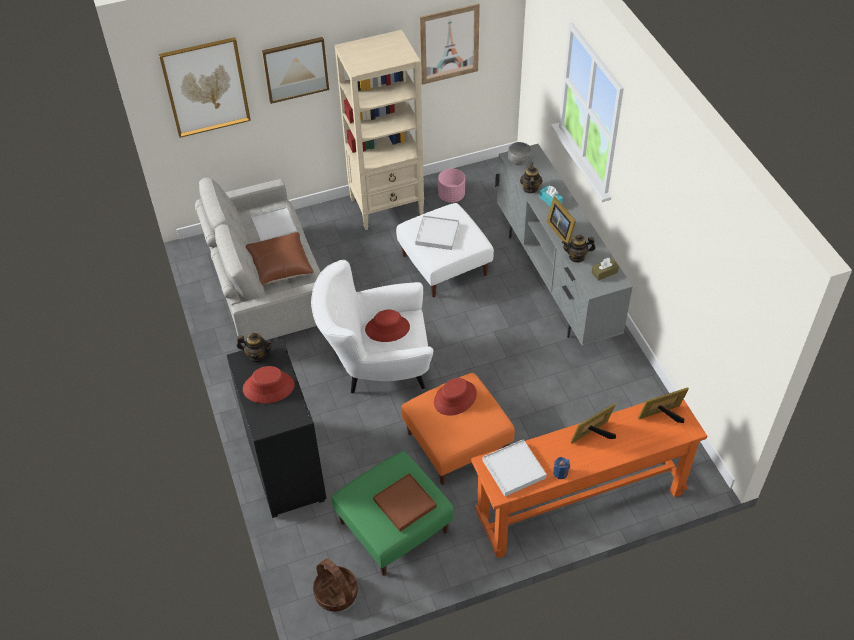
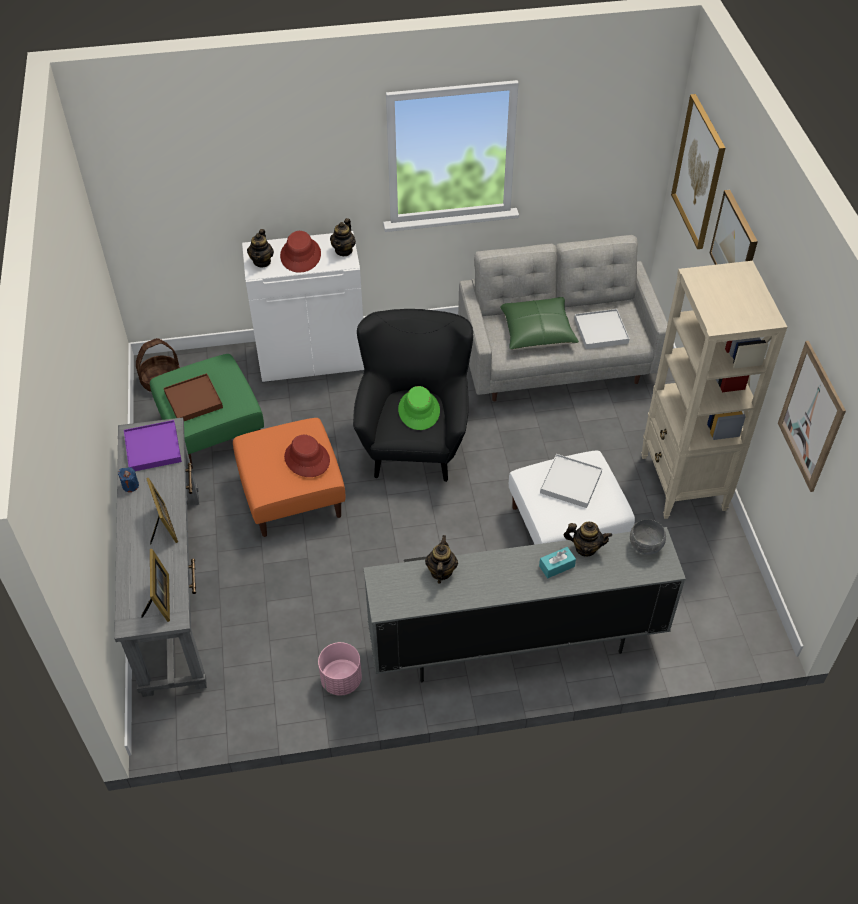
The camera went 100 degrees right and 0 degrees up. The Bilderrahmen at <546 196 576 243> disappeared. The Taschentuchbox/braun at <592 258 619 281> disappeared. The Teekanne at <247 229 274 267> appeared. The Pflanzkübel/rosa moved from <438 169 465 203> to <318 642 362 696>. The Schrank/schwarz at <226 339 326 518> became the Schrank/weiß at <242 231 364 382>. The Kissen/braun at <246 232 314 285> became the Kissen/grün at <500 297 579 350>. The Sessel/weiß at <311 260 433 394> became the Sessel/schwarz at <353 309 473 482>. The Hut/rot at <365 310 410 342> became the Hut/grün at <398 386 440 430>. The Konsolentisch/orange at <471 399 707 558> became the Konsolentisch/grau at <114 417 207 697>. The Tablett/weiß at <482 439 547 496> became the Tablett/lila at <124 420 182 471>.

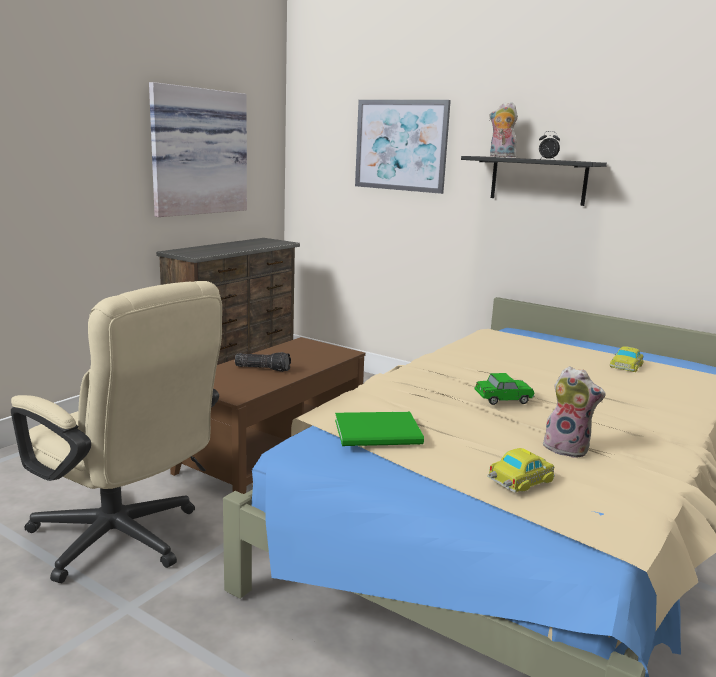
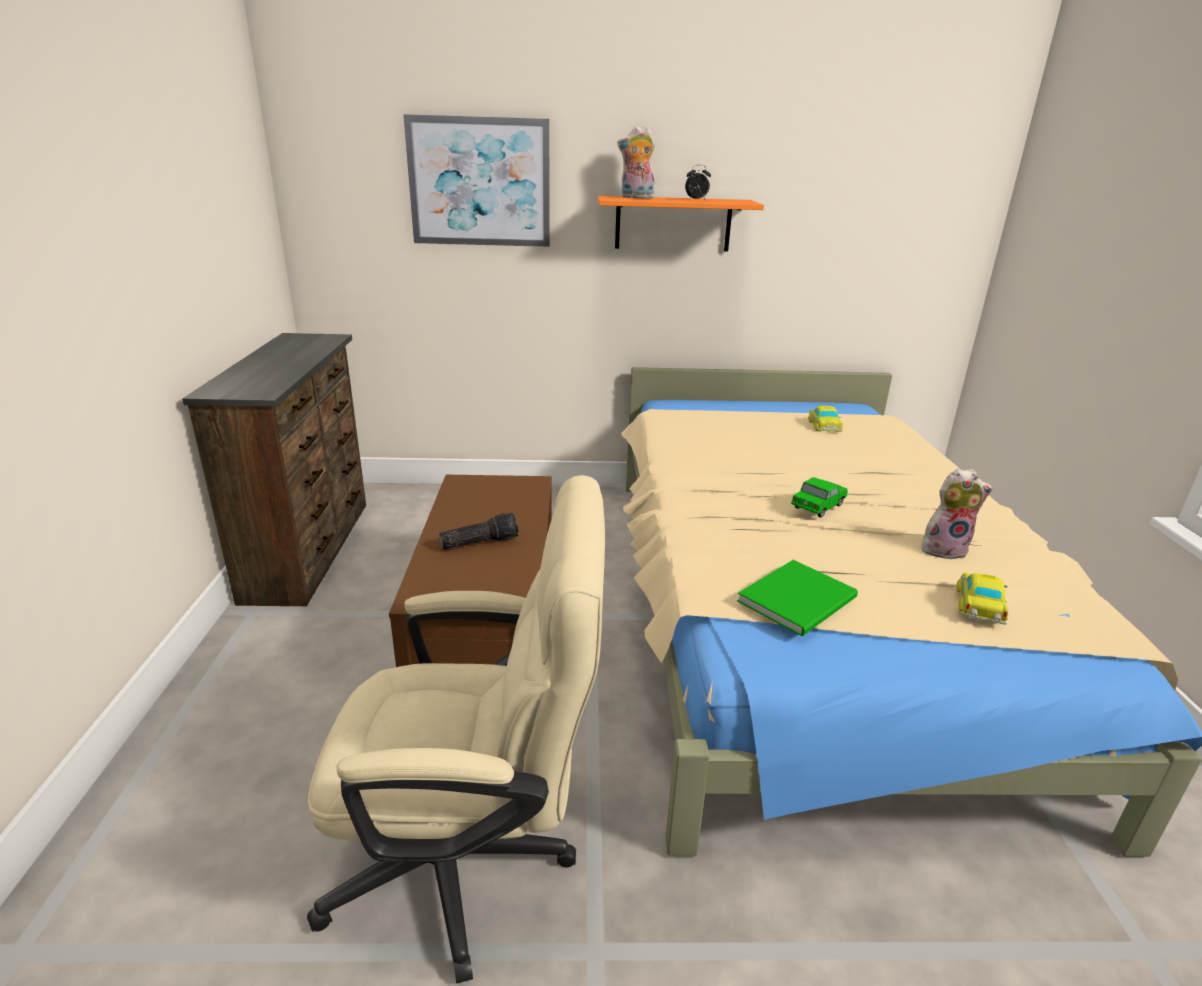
The camera went 35 degrees left and 10 degrees up. The Bild at <149 82 247 217> disappeared. The Wandregal/schwarz at <461 156 607 206> became the Wandregal/orange at <598 196 764 251>.

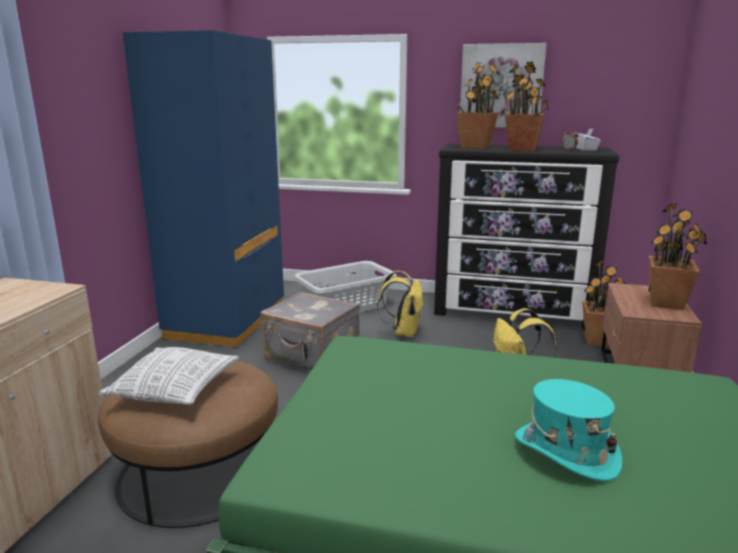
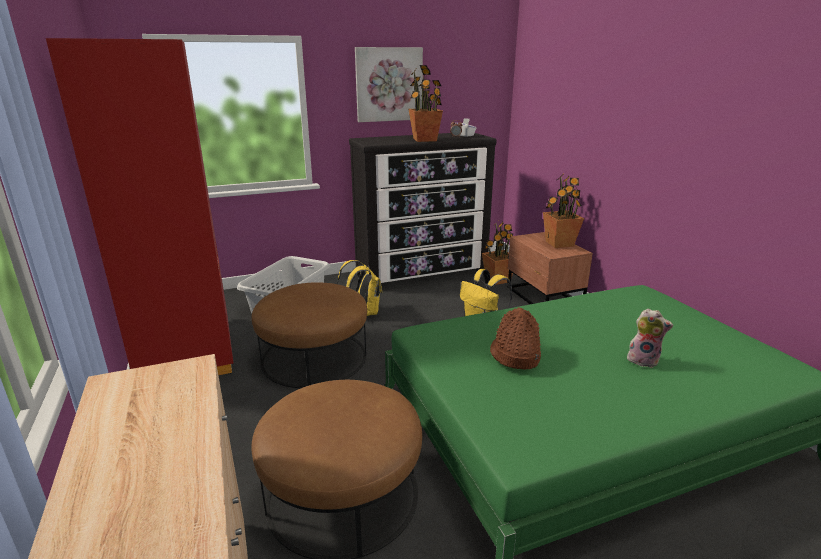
The camera went 35 degrees left and 5 degrees up. The Kissen at <98 347 239 405> disappeared. The Topfpflanze at <456 62 499 149> disappeared. The Hut/braun at <490 307 541 369> appeared. The Koffer/grau at <260 292 360 371> was replaced by the Polsterhocker/braun at <251 282 367 388>. The Hut/türkis at <515 379 623 481> was replaced by the Plüschtier at <627 309 673 367>. The Kleiderschrank/blau at <123 30 284 348> became the Kleiderschrank/rot at <46 38 233 375>.

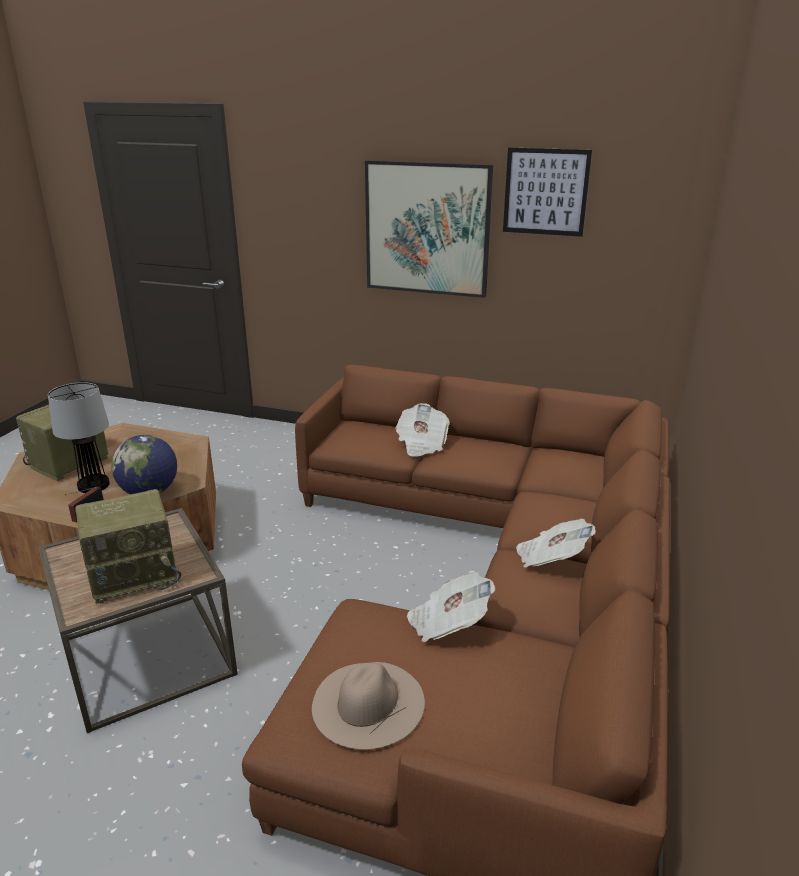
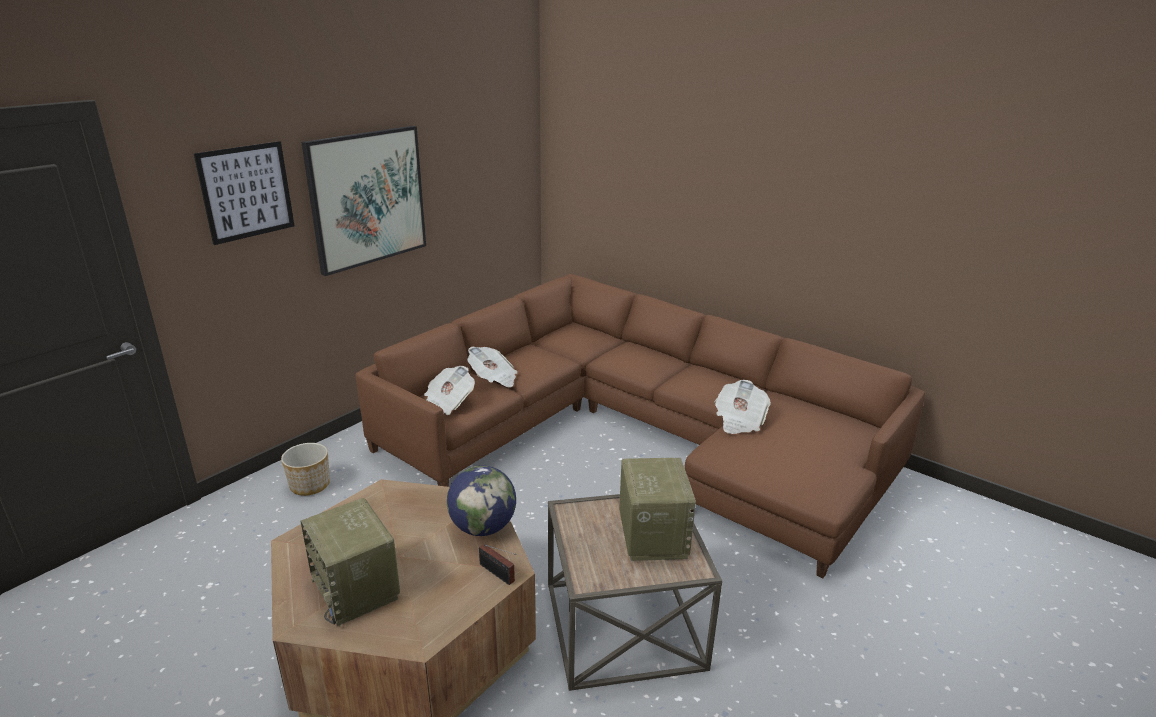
The camera went 70 degrees left and 0 degrees up. The Tischlampe at <48 382 110 493> disappeared. The Hut/beige at <312 662 425 750> disappeared. The Pflanzkübel at <281 443 330 496> appeared. The Bild moved from <503 147 592 237> to <194 141 295 245>. The Zeitung moved from <516 519 596 567> to <424 366 475 415>.

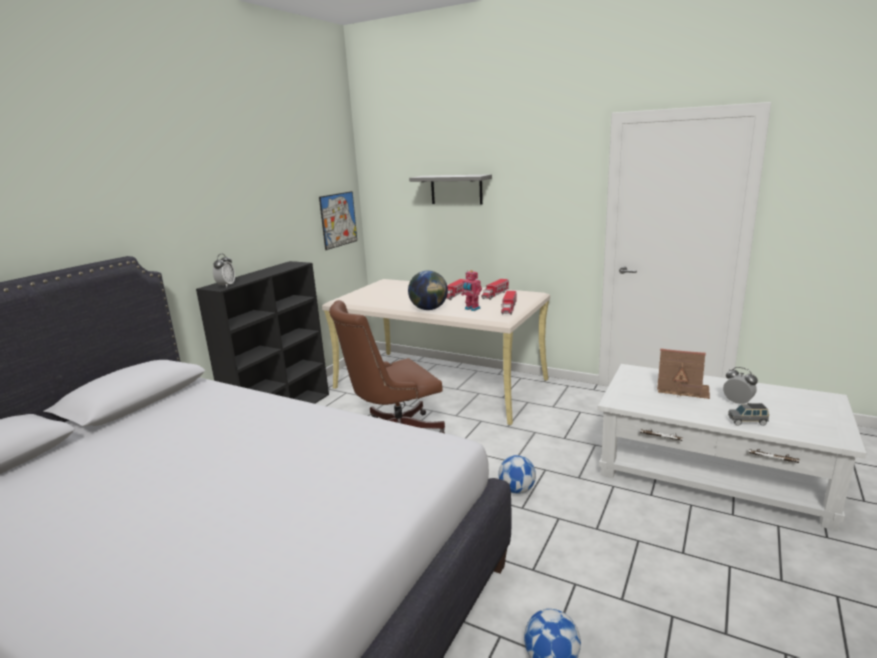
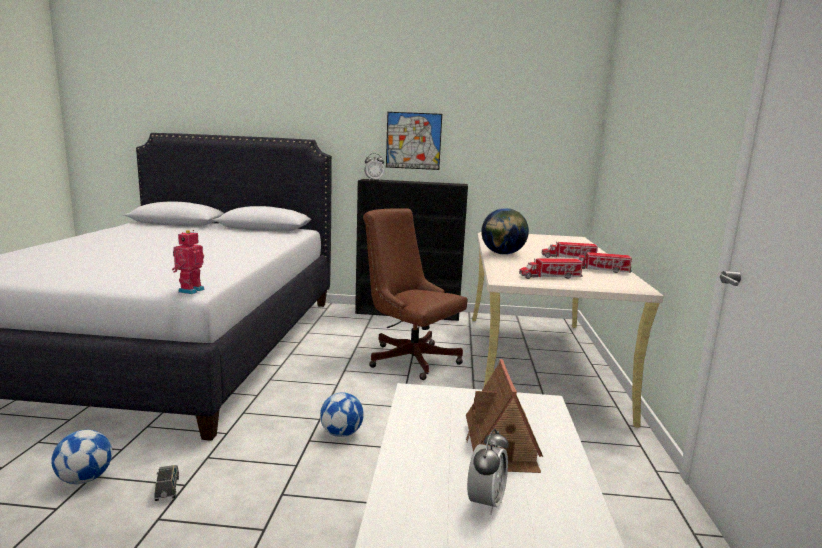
The camera went 65 degrees right and 5 degrees down. The Wandregal/grau at <409 174 492 204> disappeared. The Bild moved from <319 191 357 250> to <386 112 442 170>. The Spielzeugroboter moved from <461 270 482 311> to <172 230 205 294>. The Spielzeugauto/grau moved from <728 403 769 426> to <155 465 179 501>.

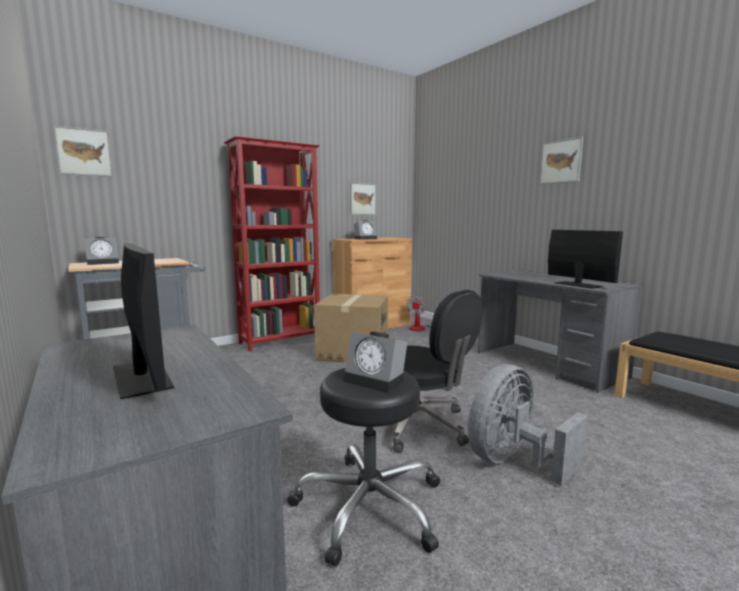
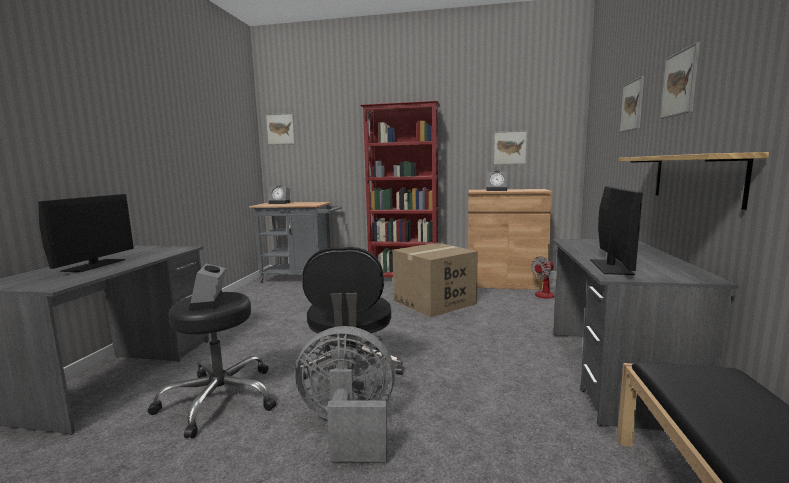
The camera went 45 degrees right and 0 degrees up. The Wandregal at <618 152 769 210> appeared. The Bild at <620 76 644 132> appeared.

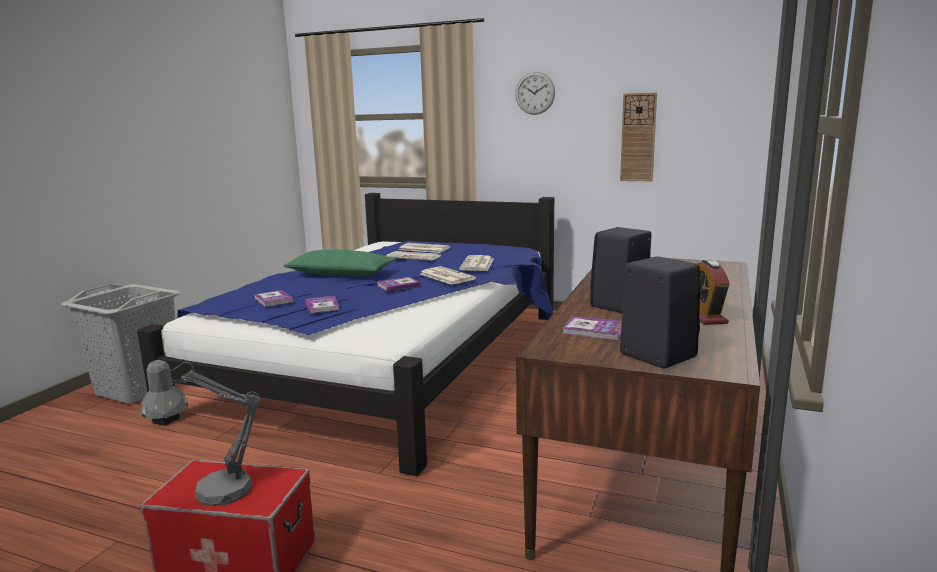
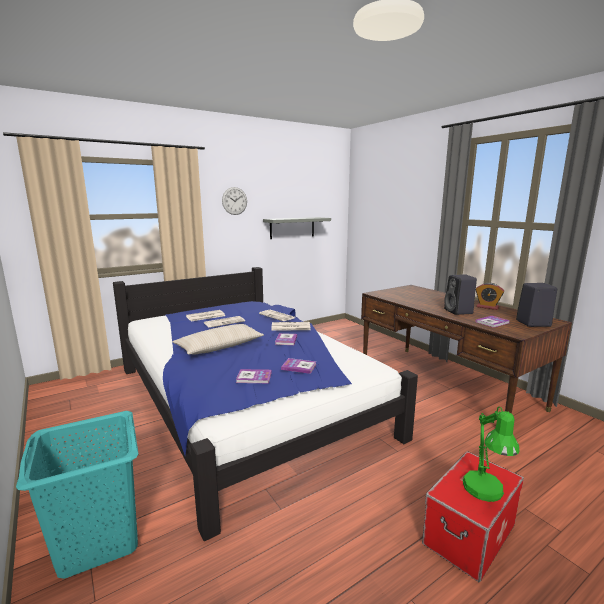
The camera went 55 degrees left and 0 degrees up. The Wanduhr at <620 93 657 181> was replaced by the Wandregal/grau at <263 217 331 239>. The Wäschekorb/grau at <61 284 181 404> became the Wäschekorb/türkis at <16 411 139 579>. The Tischlampe/grau at <140 360 260 506> became the Tischlampe/grün at <463 407 519 502>. The Kissen/grün at <283 250 396 276> became the Kissen/beige at <172 324 264 355>.

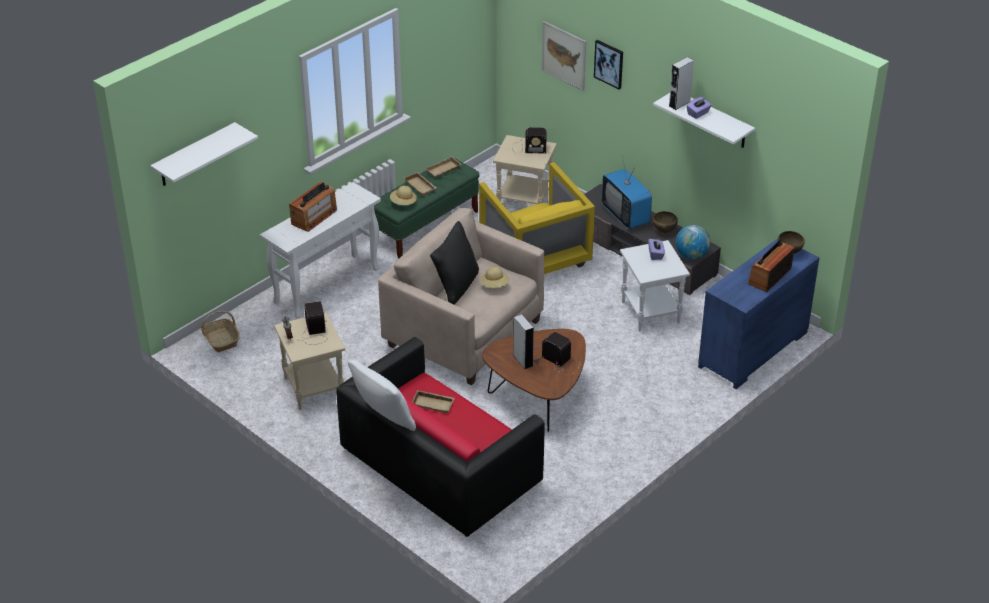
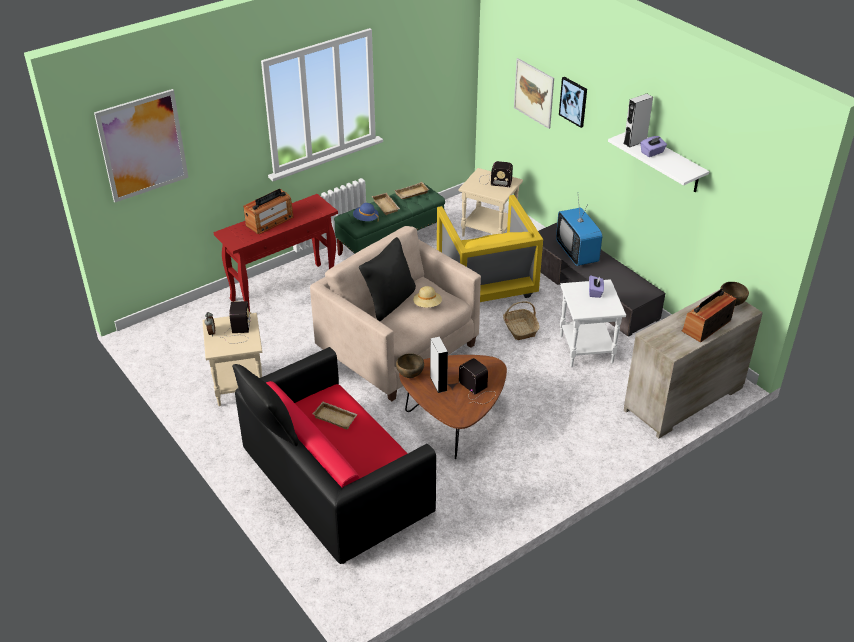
The camera went 10 degrees right and 0 degrees up. The Globus at <676 225 711 260> disappeared. The Korb moved from <201 311 240 352> to <503 301 539 340>. The Schüssel/braun moved from <653 211 678 233> to <396 353 424 378>. The Wandregal/weiß at <150 122 258 186> was replaced by the Bild at <94 89 188 202>. The Konsolentisch/weiß at <260 182 381 319> became the Konsolentisch/rot at <214 194 338 312>. The Kissen/weiß at <347 360 416 431> became the Kissen/schwarz at <232 364 298 446>. The Hut/beige at <390 186 417 205> became the Hut/blau at <353 203 379 221>. The Kommode/blau at <698 238 819 389> became the Kommode/beige at <624 289 763 438>.

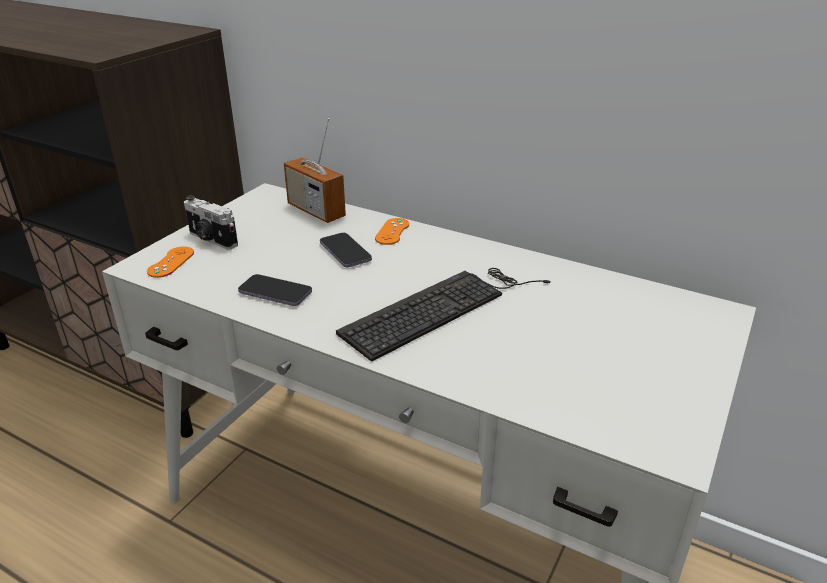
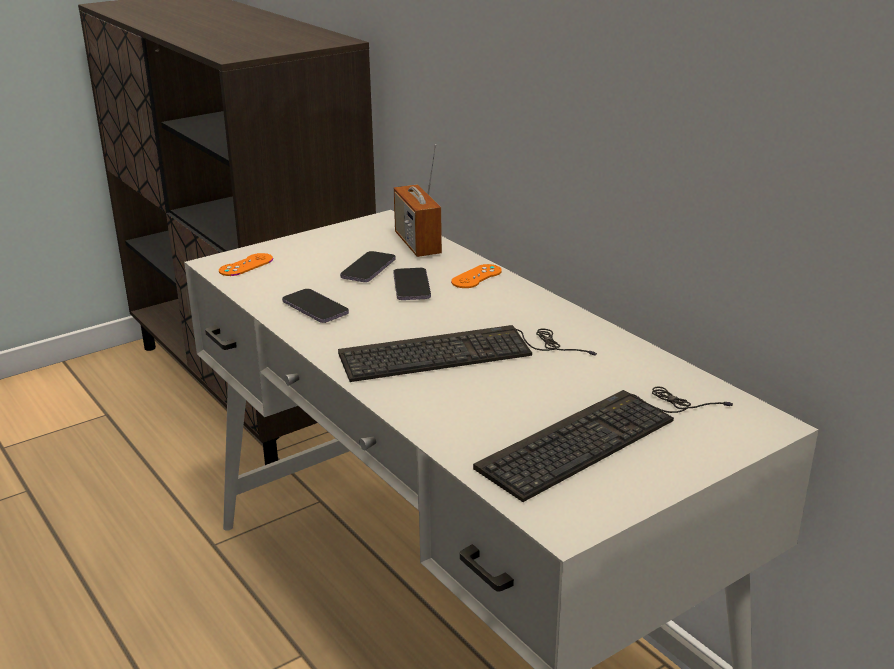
The camera went 25 degrees right and 5 degrees down. The Kamera at <184 196 238 250> disappeared. The Handy at <340 251 396 282> appeared. The Tastatur at <473 386 733 502> appeared.

